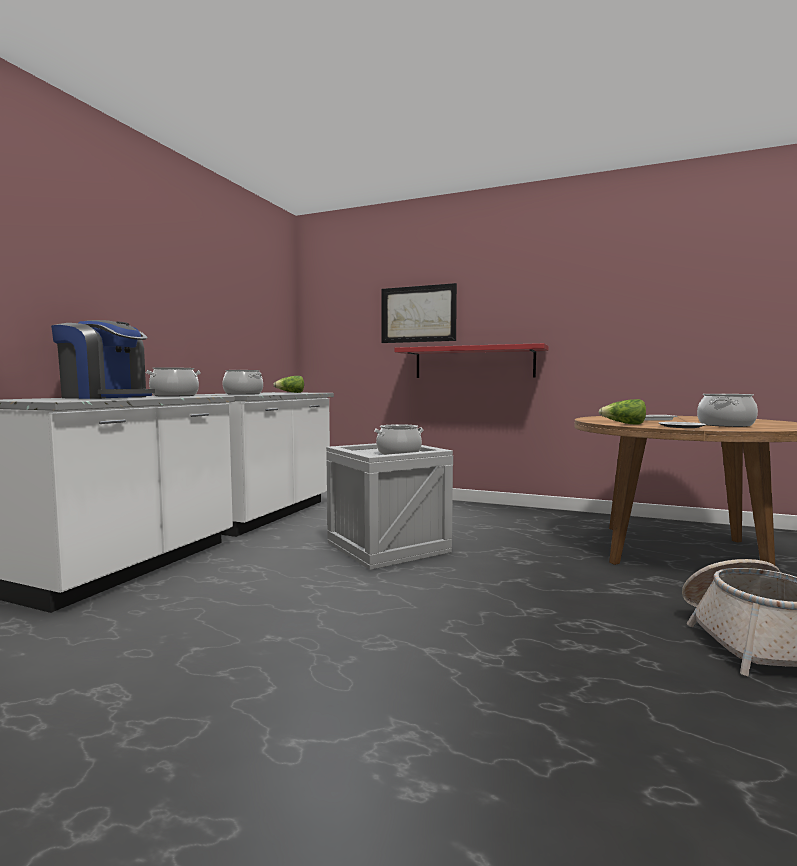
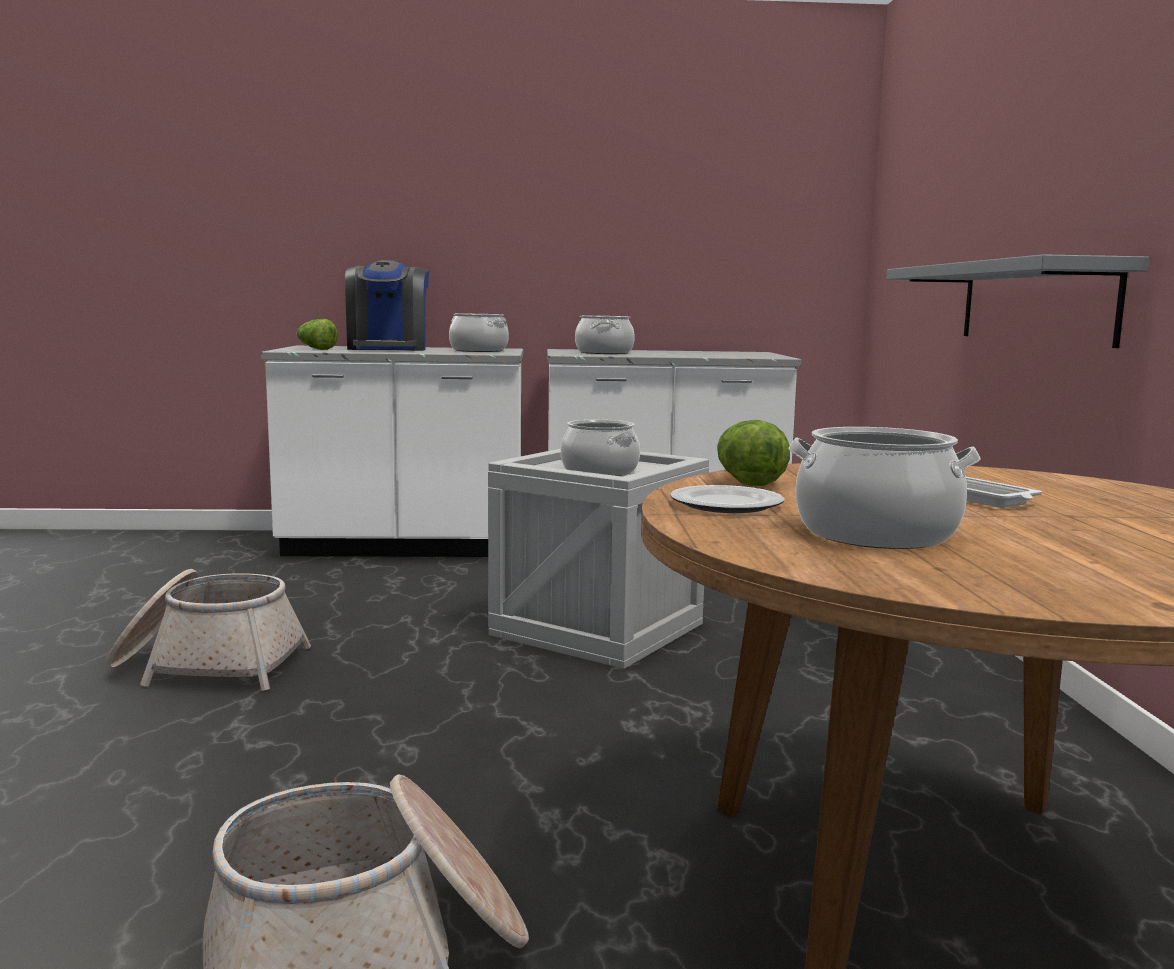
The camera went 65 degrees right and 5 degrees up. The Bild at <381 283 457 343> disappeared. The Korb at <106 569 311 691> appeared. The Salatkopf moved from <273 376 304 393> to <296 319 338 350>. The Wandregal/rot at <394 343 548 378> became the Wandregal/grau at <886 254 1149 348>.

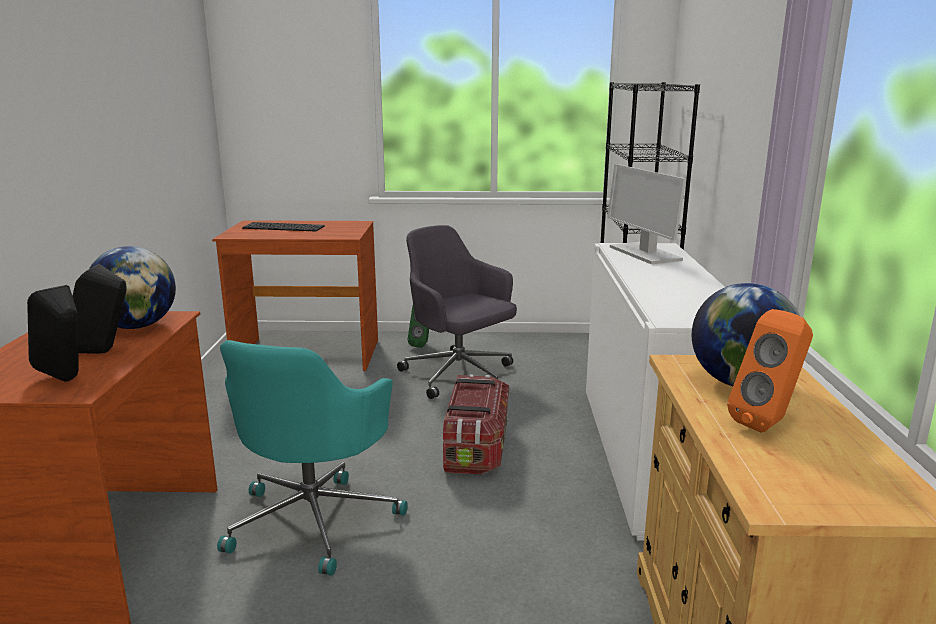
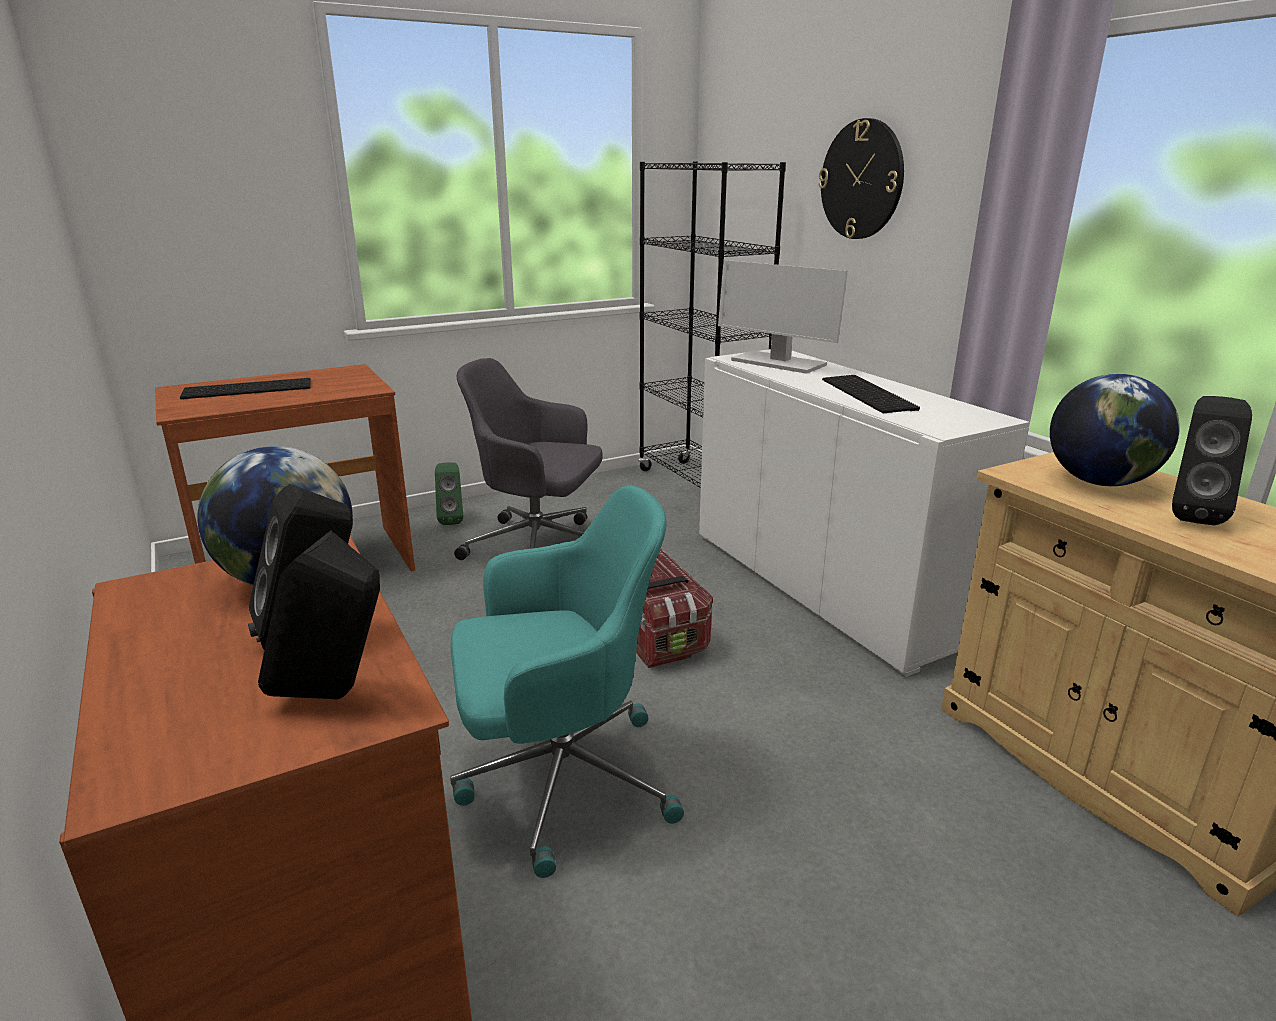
The camera went 30 degrees left and 5 degrees up. The Wanduhr at <818 118 904 239> appeared. The Tastatur at <822 375 920 413> appeared. The Lautsprecher/orange at <727 309 813 433> became the Lautsprecher/schwarz at <1172 396 1252 525>. The Bürostuhl/türkis at <217 340 408 576> turned 90 degrees counterclockwise.

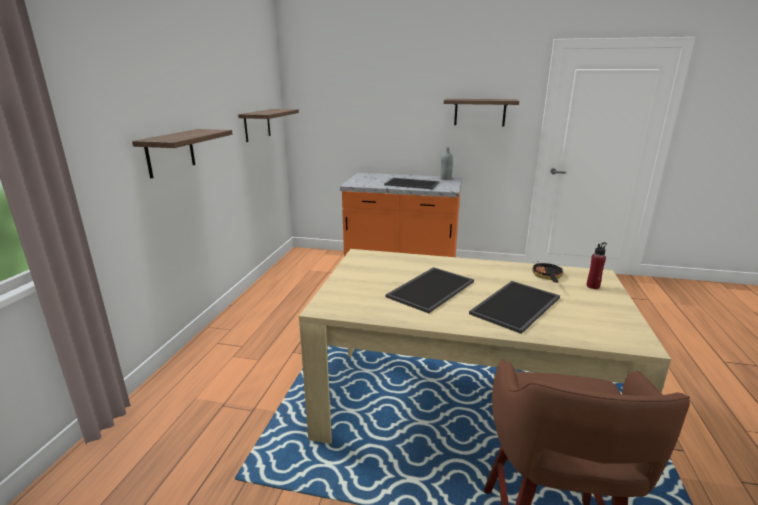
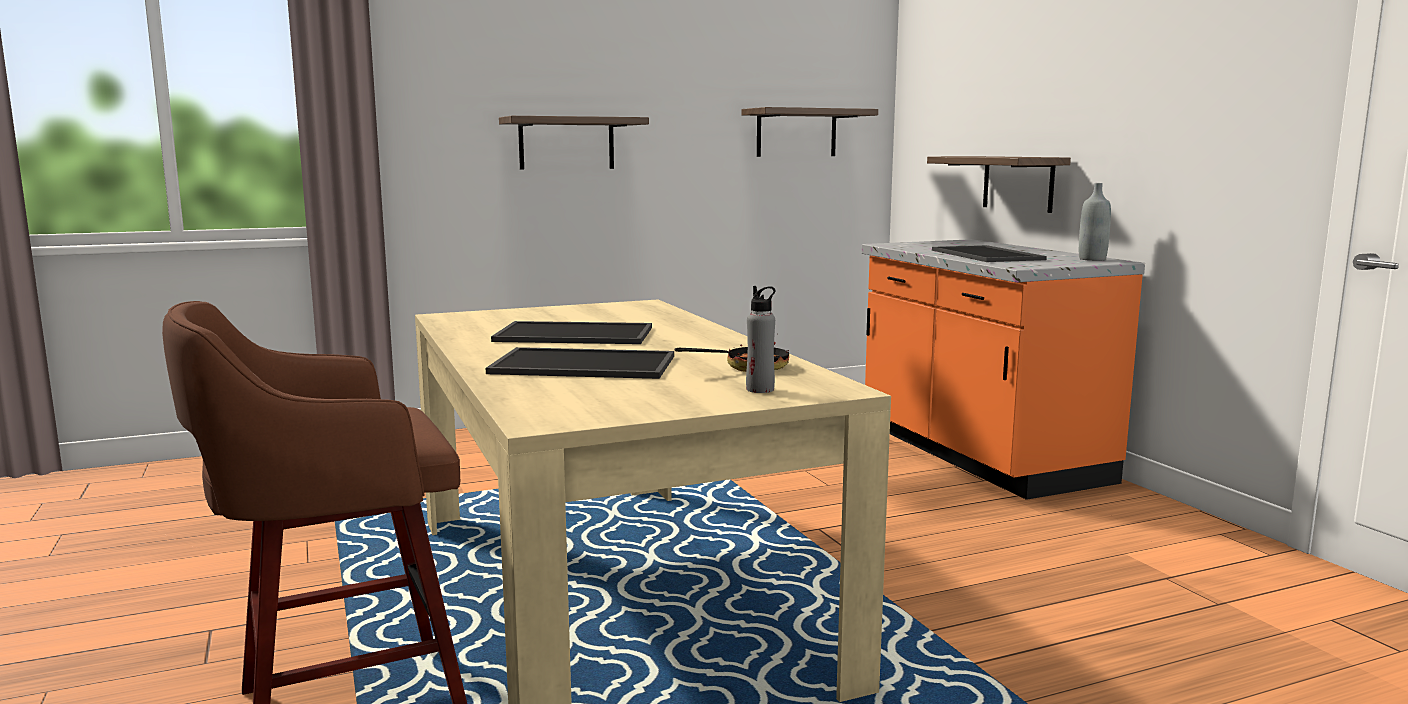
The camera went 55 degrees right and 10 degrees down. The Wandregal moved from <444 99 519 126> to <927 156 1071 213>. The Flasche/rot at <586 242 607 289> became the Flasche/grau at <746 286 775 393>.

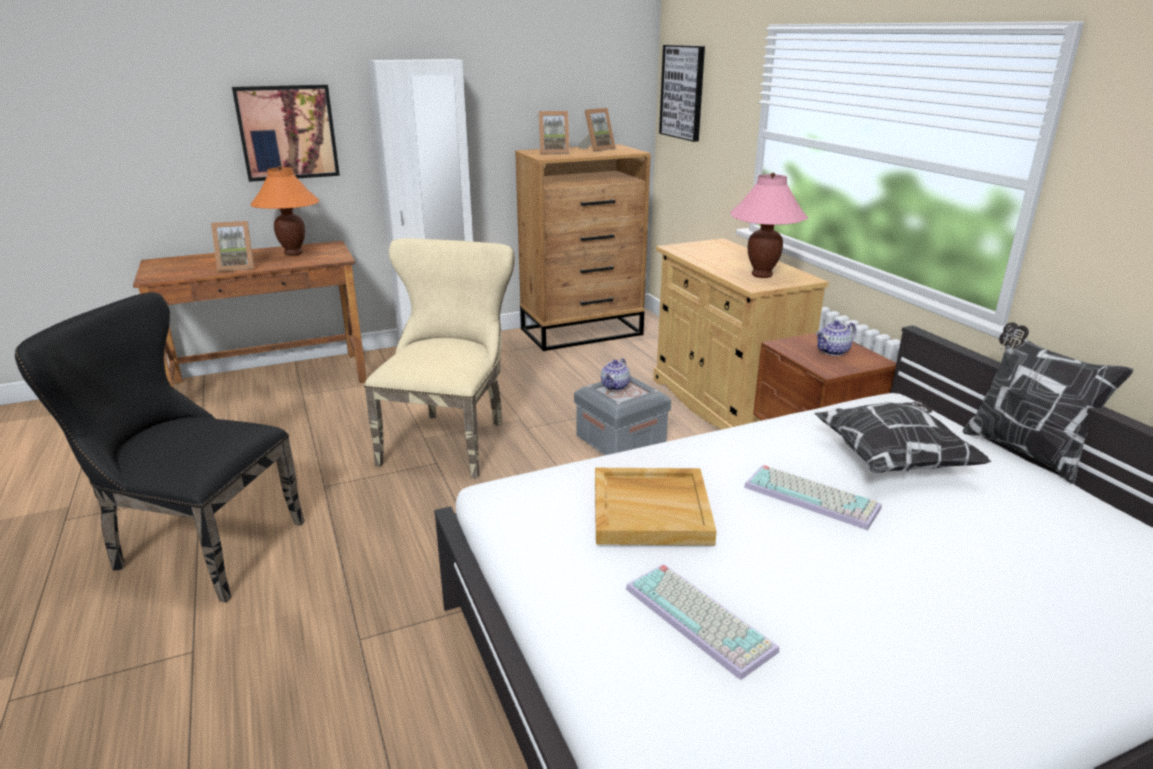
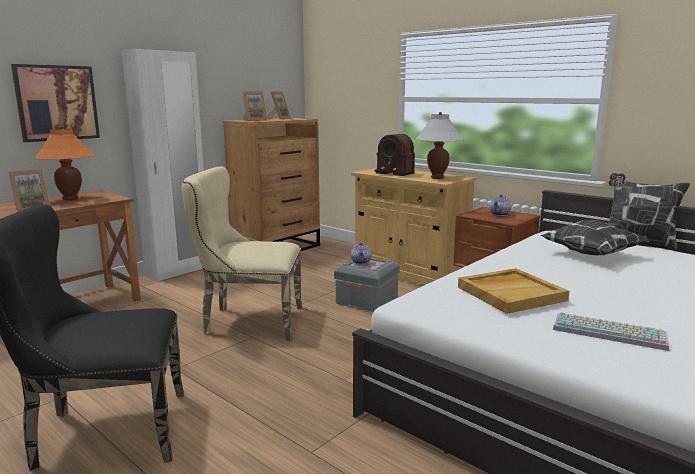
The camera went 25 degrees left and 10 degrees down. The Bild at <659 45 705 142> disappeared. The Tastatur at <744 465 881 530> disappeared. The Radio at <374 134 415 176> appeared. The Tischlampe/rosa at <731 173 808 278> became the Tischlampe/weiß at <415 112 463 179>. The Stuhl/beige at <364 238 515 478> turned 75 degrees counterclockwise.

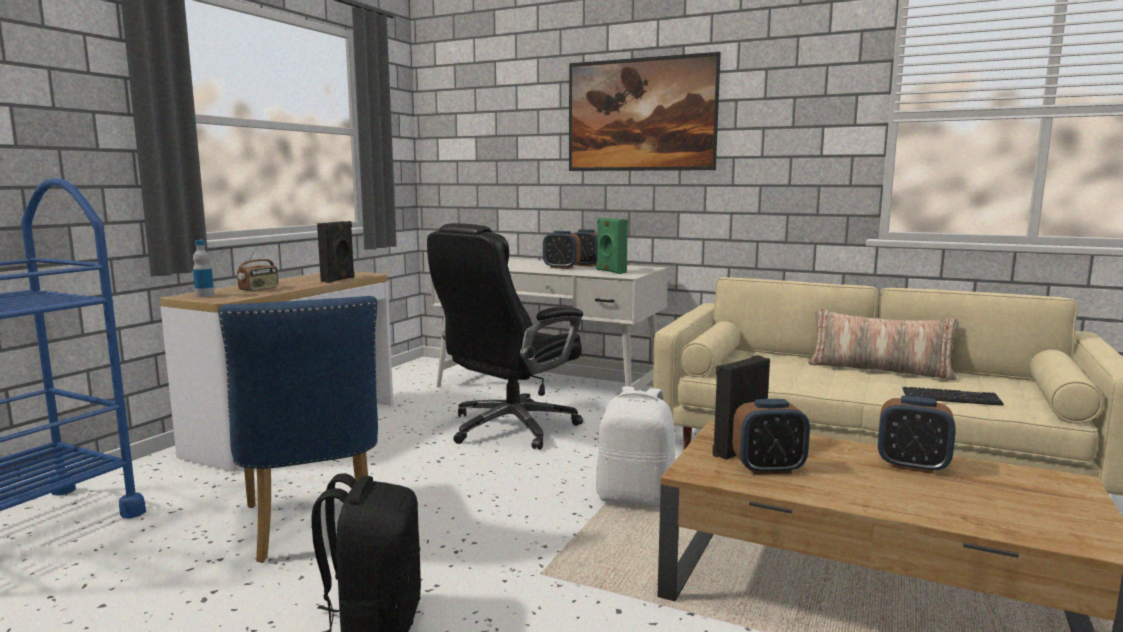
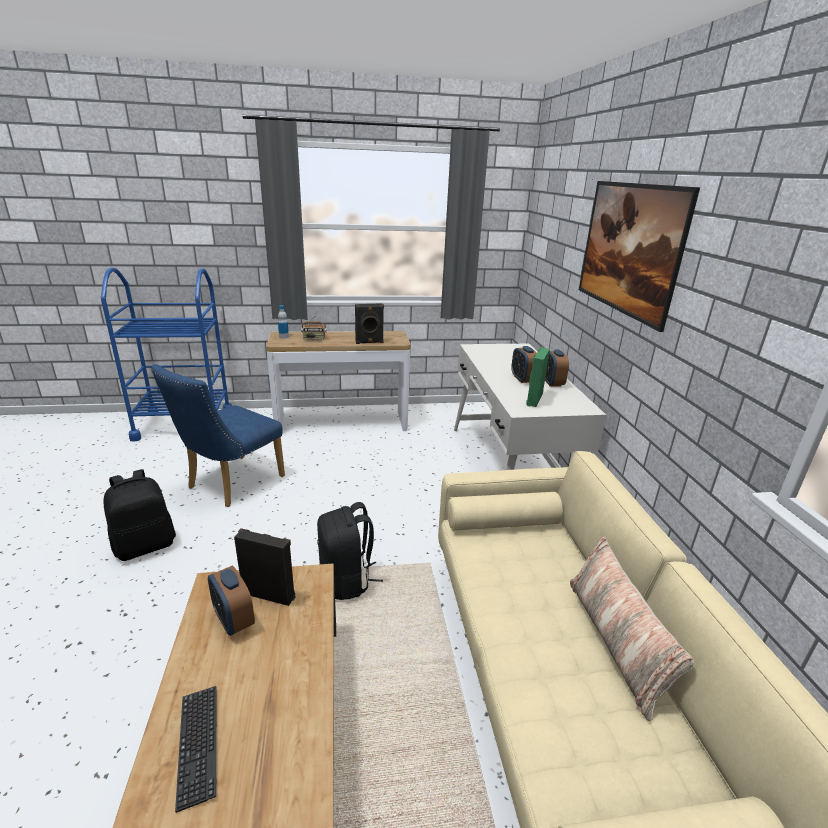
The camera went 55 degrees right and 15 degrees up. The Bürostuhl/schwarz at <427 223 583 450> disappeared. The Wecker at <878 396 956 474> disappeared. The Tastatur moved from <902 387 1004 406> to <175 686 217 813>. The Rucksack/weiß at <596 386 676 508> became the Rucksack/schwarz at <317 502 383 600>.

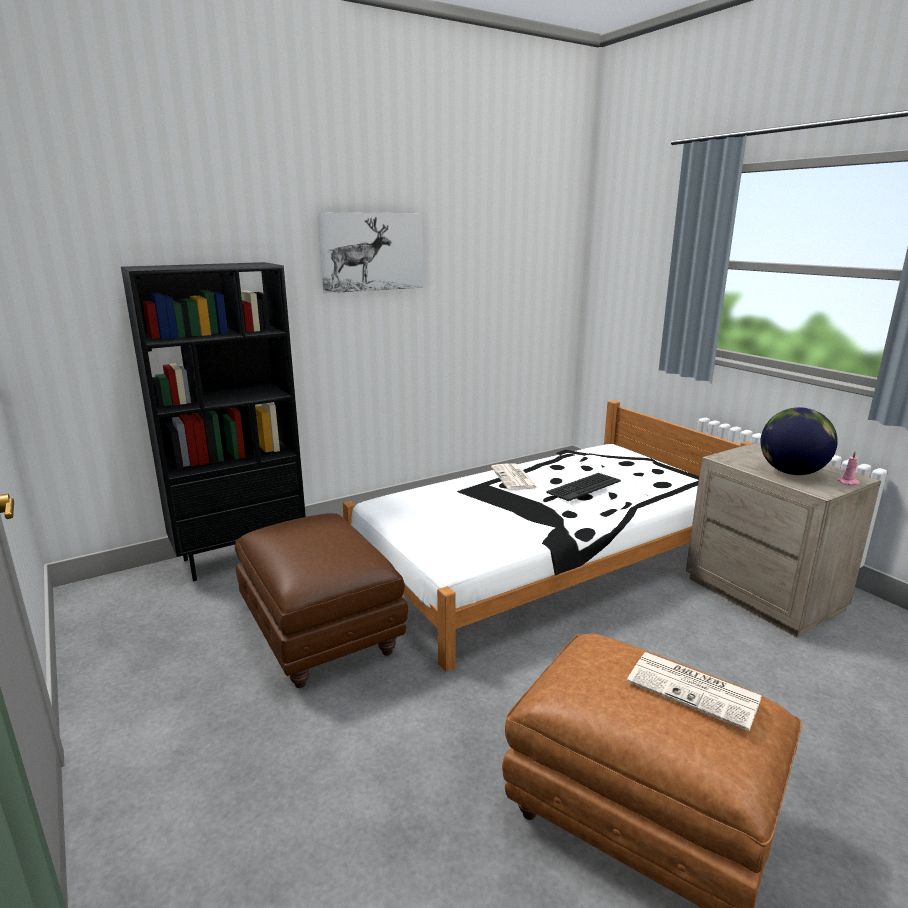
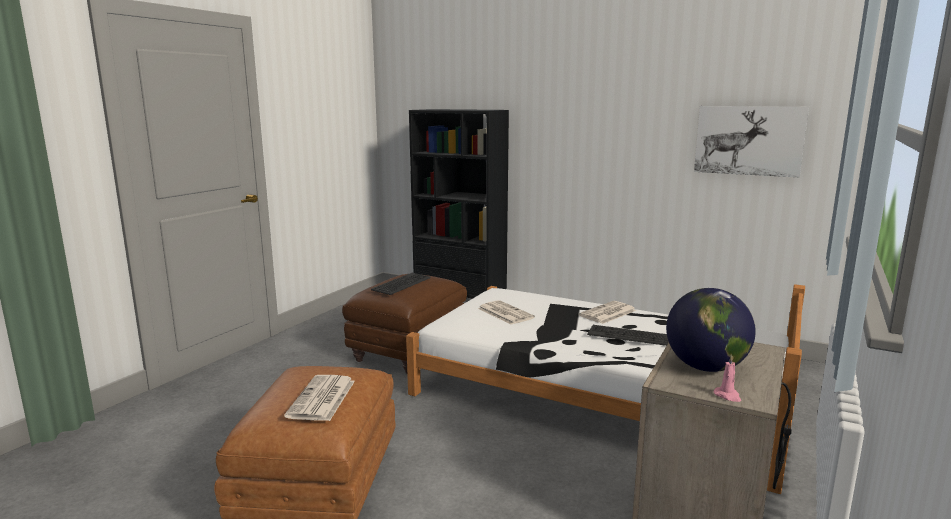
The camera went 60 degrees right and 5 degrees down. The Tastatur at <371 273 431 295> appeared. The Zeitung at <478 300 535 325> appeared. The Bild moved from <318 212 423 293> to <694 106 809 177>.

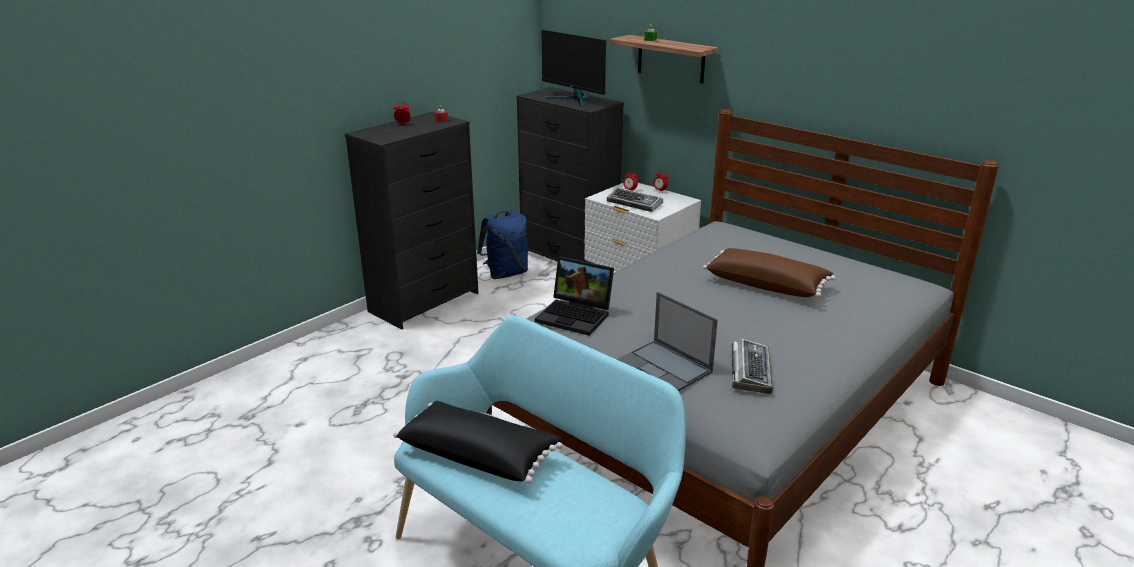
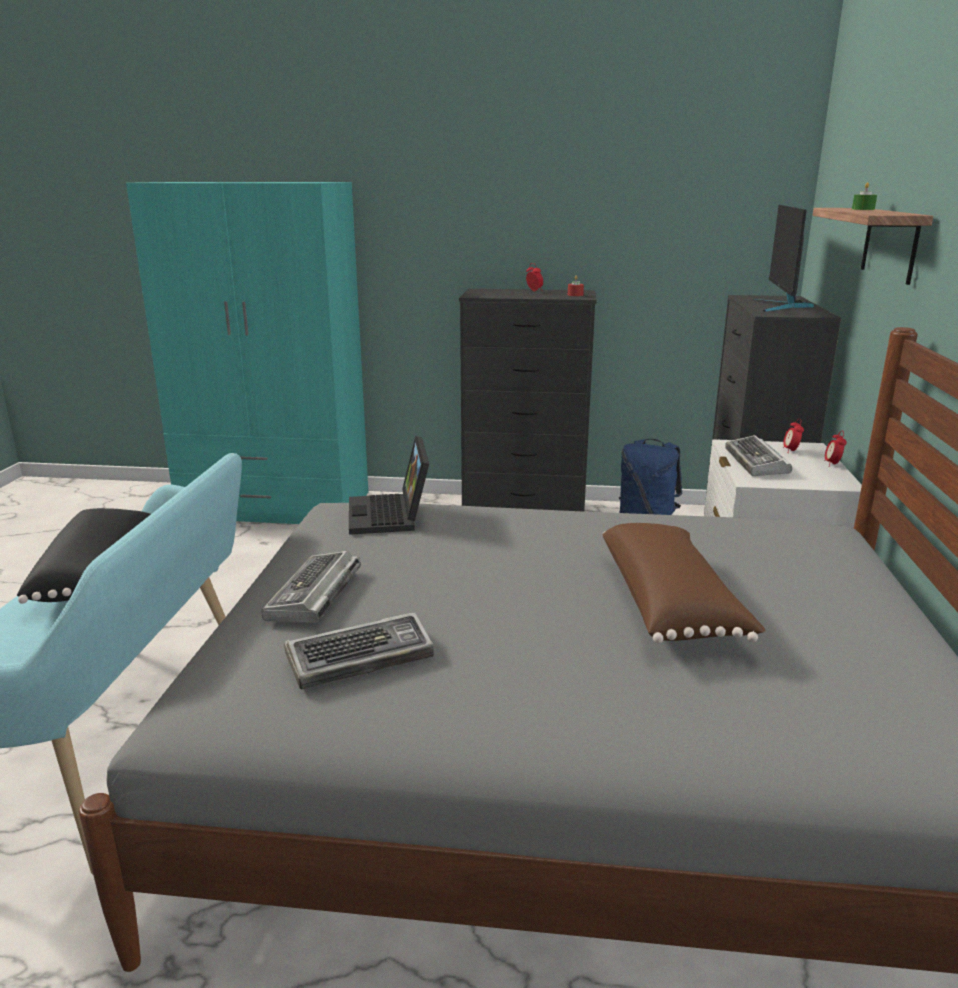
The camera went 55 degrees right and 5 degrees down. The Kleiderschrank/türkis at <126 182 368 524> appeared. The Laptop at <617 292 718 391> was replaced by the Tastatur at <261 551 361 623>.

